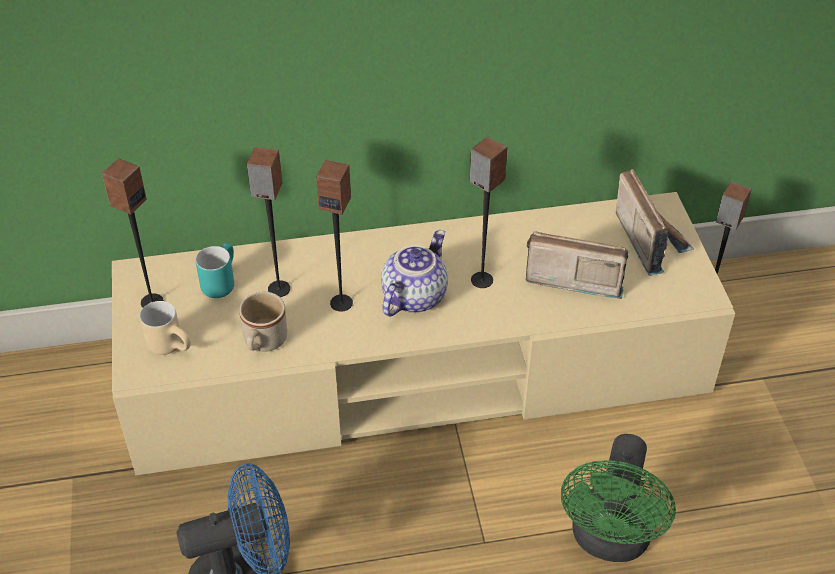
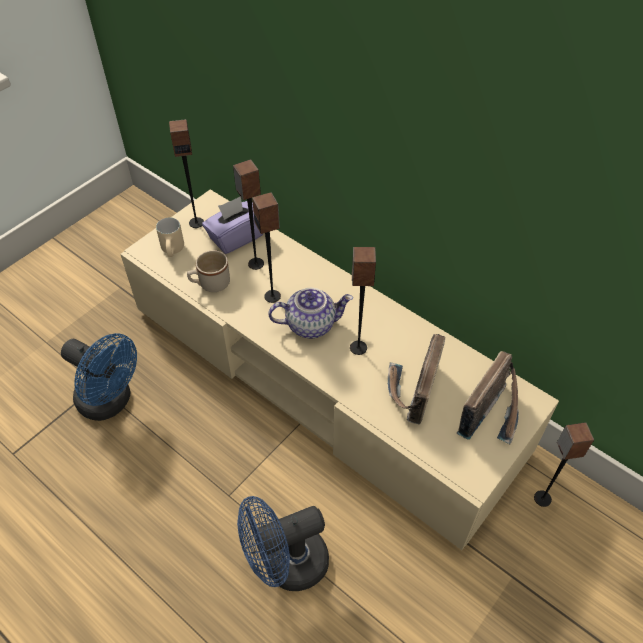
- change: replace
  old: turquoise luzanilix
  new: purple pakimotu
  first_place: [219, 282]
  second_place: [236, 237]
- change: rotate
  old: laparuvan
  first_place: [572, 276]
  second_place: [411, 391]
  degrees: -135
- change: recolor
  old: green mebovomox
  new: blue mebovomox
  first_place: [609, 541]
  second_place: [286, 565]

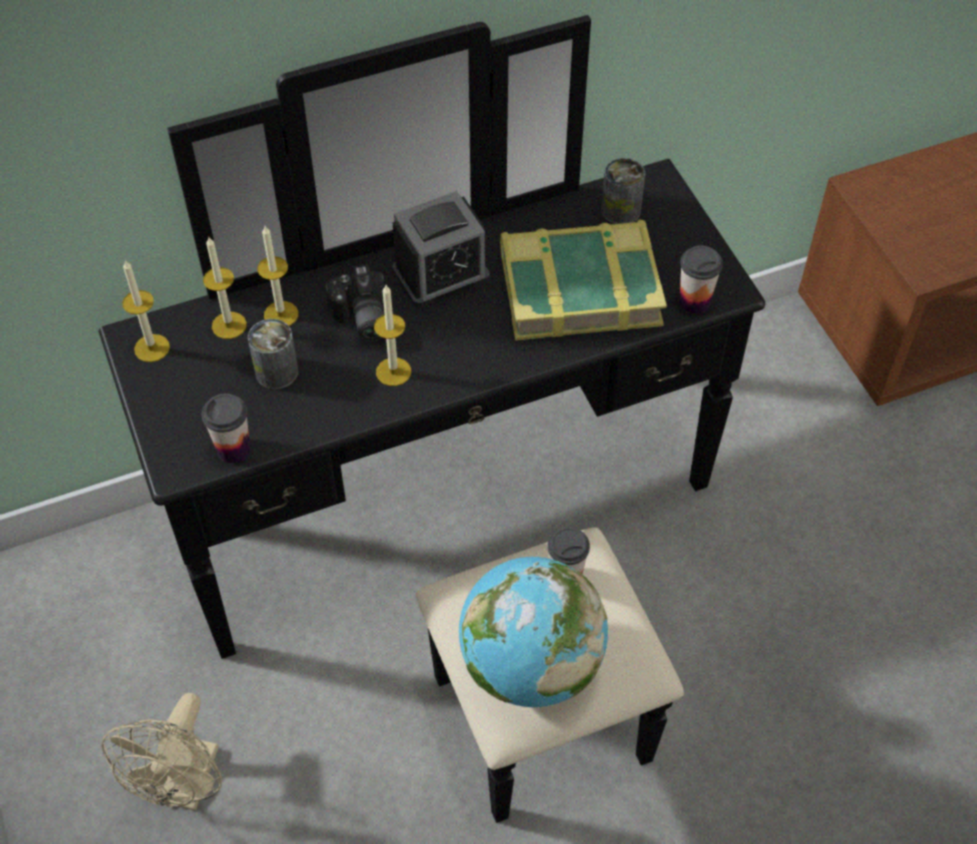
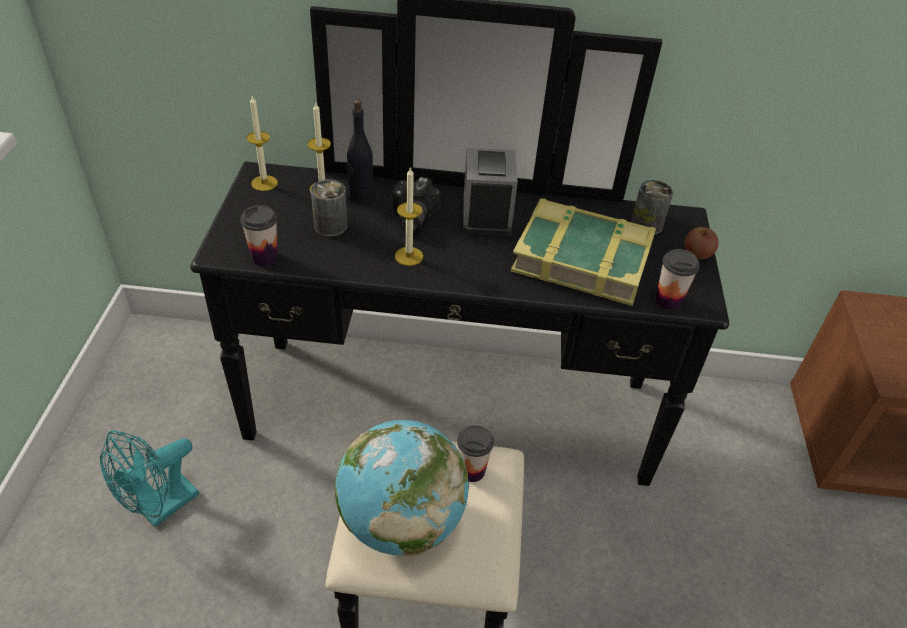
- change: recolor
  old: beige mebovomox
  new: turquoise mebovomox
  first_place: [185, 787]
  second_place: [161, 508]
- change: replace
  old: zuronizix
  new: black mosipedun
  first_place: [281, 314]
  second_place: [360, 196]
- change: rotate
  old: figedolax
  first_place: [441, 274]
  second_place: [486, 214]
  degrees: 90
- change: insert
  new: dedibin
  second_place: [697, 253]

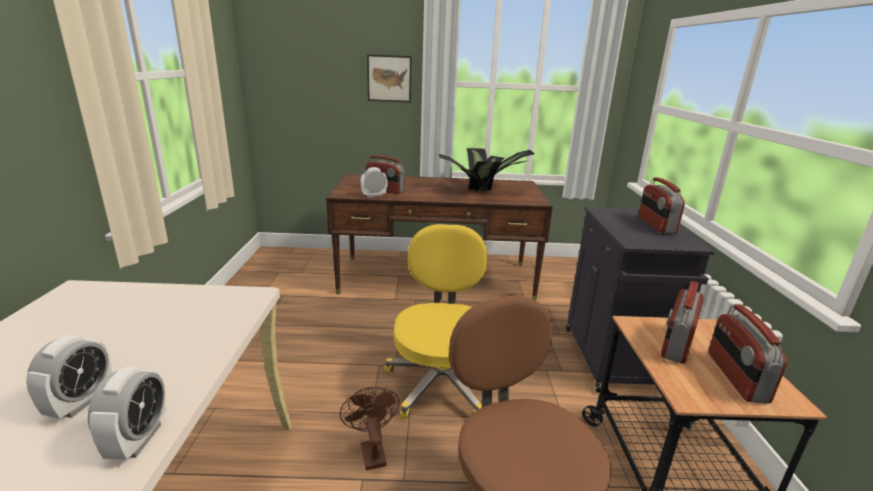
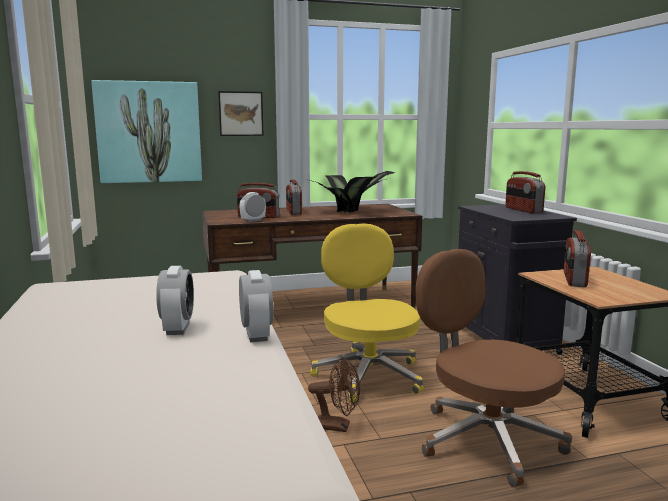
- change: rotate
  old: brown mebovomox
  first_place: [371, 450]
  second_place: [338, 426]
  degrees: 135
- change: move
  old: laparuvan
  first_place: [735, 377]
  second_place: [293, 212]
- change: insert
  new: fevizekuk
  second_place: [149, 132]

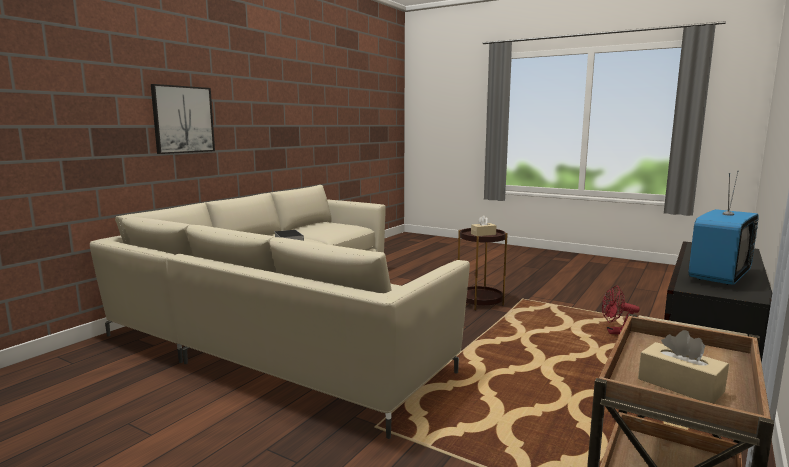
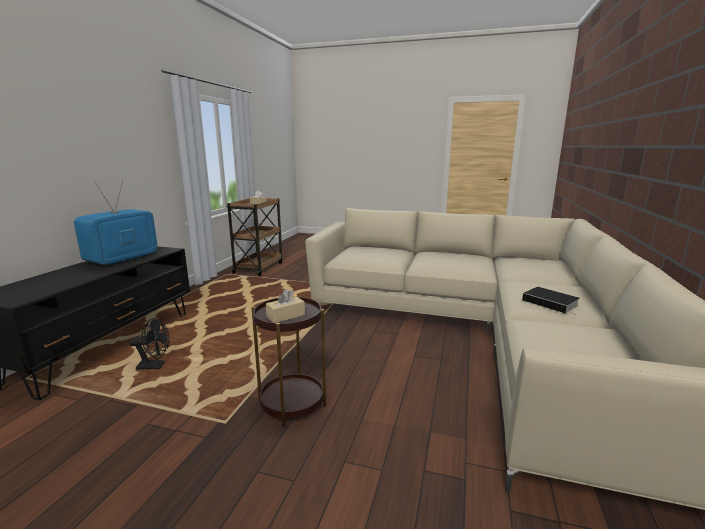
- change: delete
  old: fevizekuk
  first_place: [183, 119]
- change: recolor
  old: red mebovomox
  new: black mebovomox
  first_place: [615, 333]
  second_place: [155, 366]

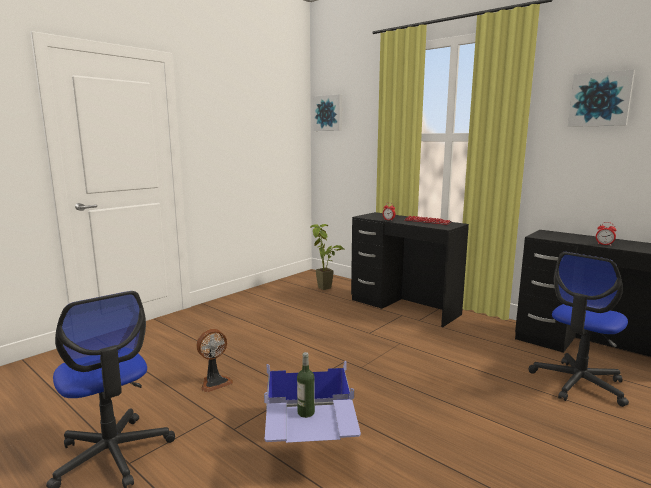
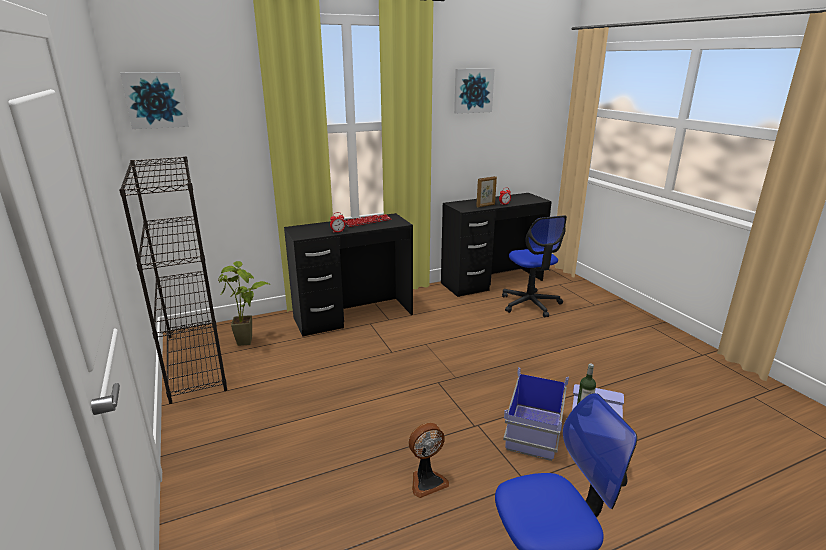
- change: rotate
  old: mebovomox
  first_place: [214, 382]
  second_place: [427, 481]
  degrees: 75
- change: insert
  new: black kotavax
  second_place: [195, 361]
- change: insert
  new: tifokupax
  second_place: [486, 206]

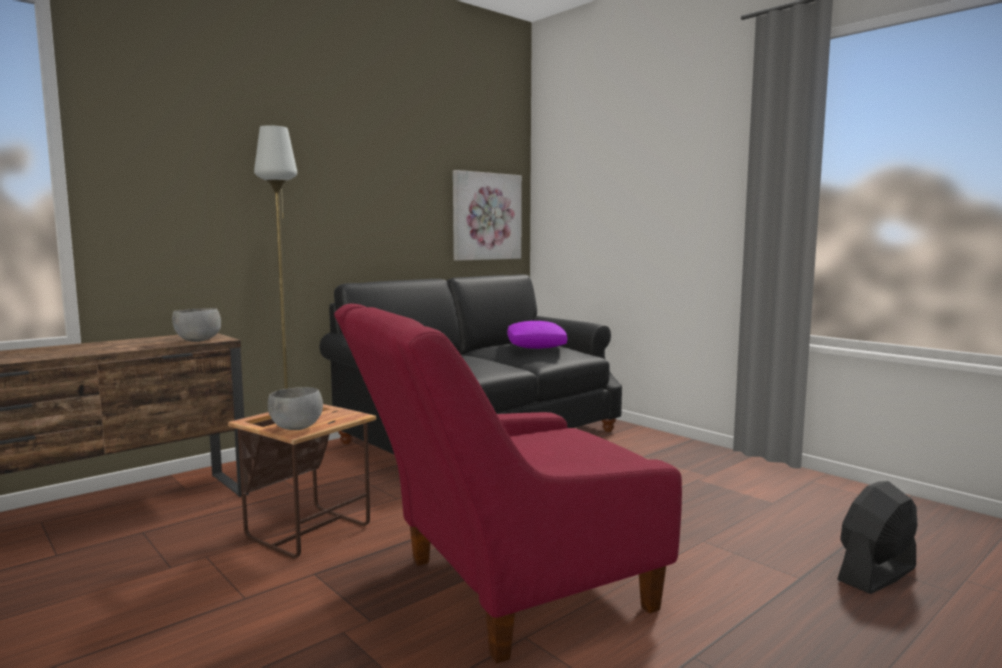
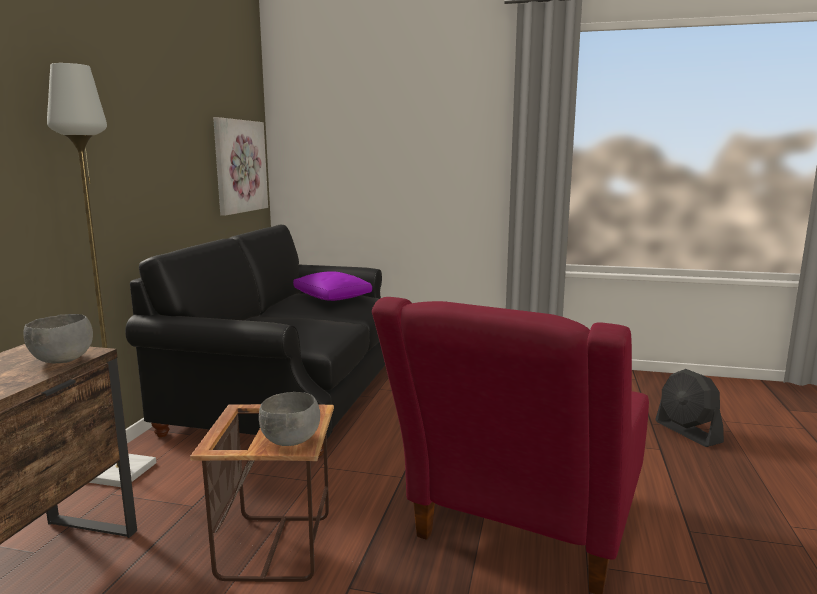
- change: rotate
  old: black mebovomox
  first_place: [876, 574]
  second_place: [688, 432]
  degrees: -45

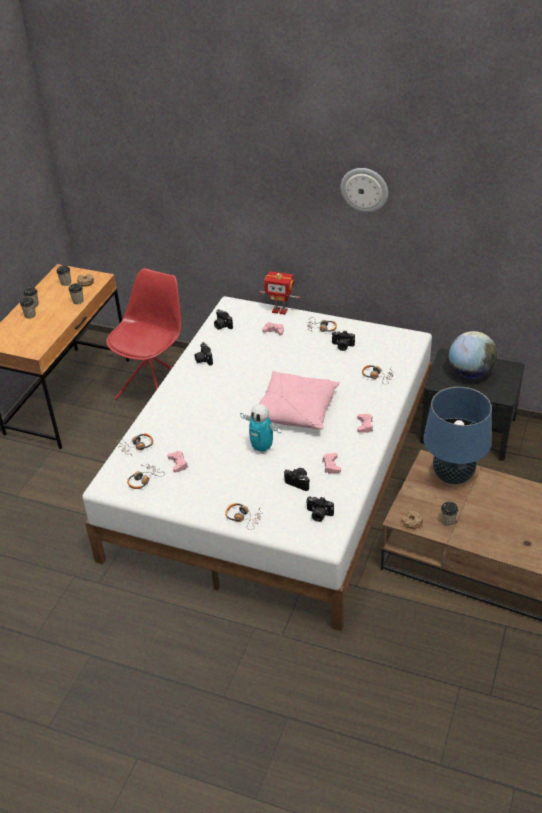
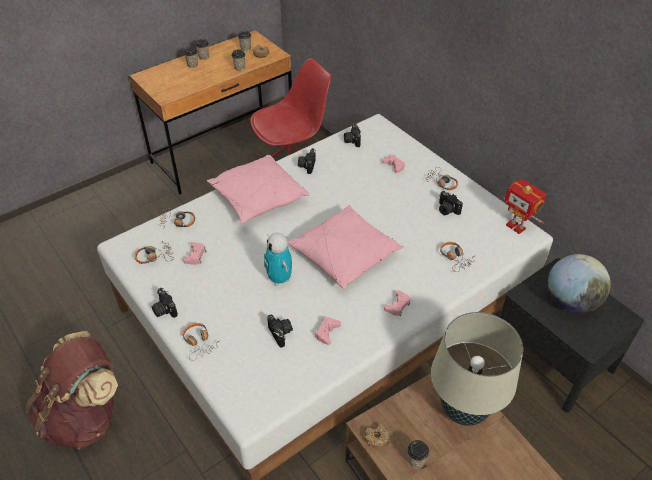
- change: move
  old: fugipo
  first_place: [280, 310]
  second_place: [516, 226]
- change: move
  old: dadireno
  first_place: [318, 514]
  second_place: [164, 310]
- change: delete
  old: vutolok
  first_place: [364, 189]
- change: recolor
  old: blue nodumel
  new: beige nodumel
  first_place: [453, 476]
  second_place: [463, 409]
- change: insert
  new: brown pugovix
  second_place: [85, 416]
- change: insert
  new: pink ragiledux
  second_place: [258, 198]

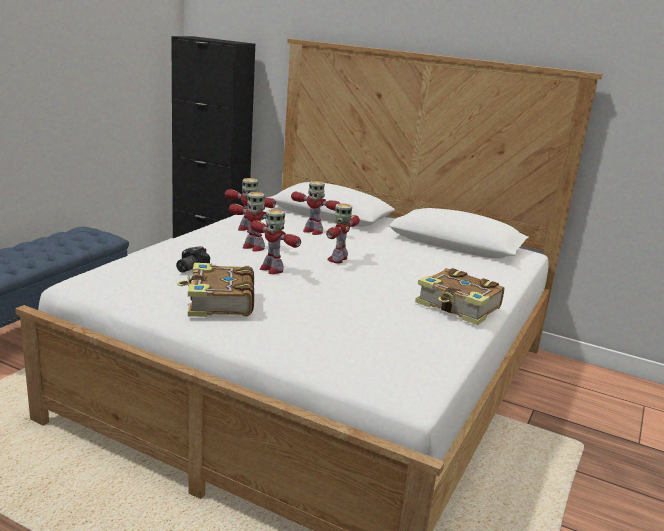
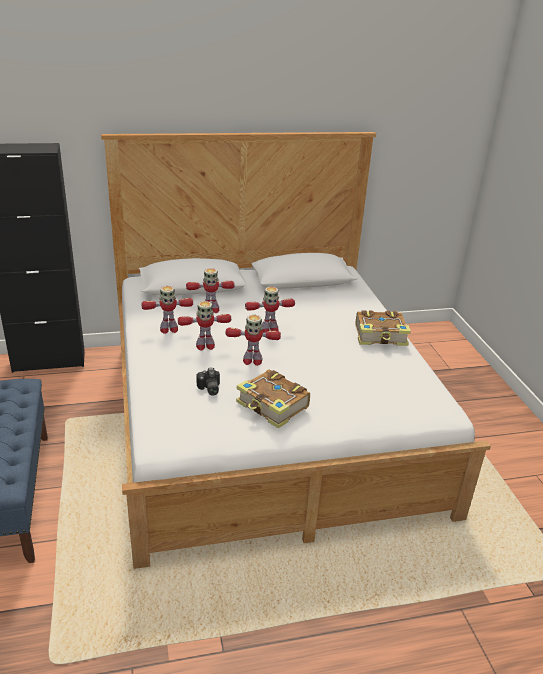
- change: rotate
  old: fugipo
  first_place: [338, 259]
  second_place: [269, 329]
  degrees: -90

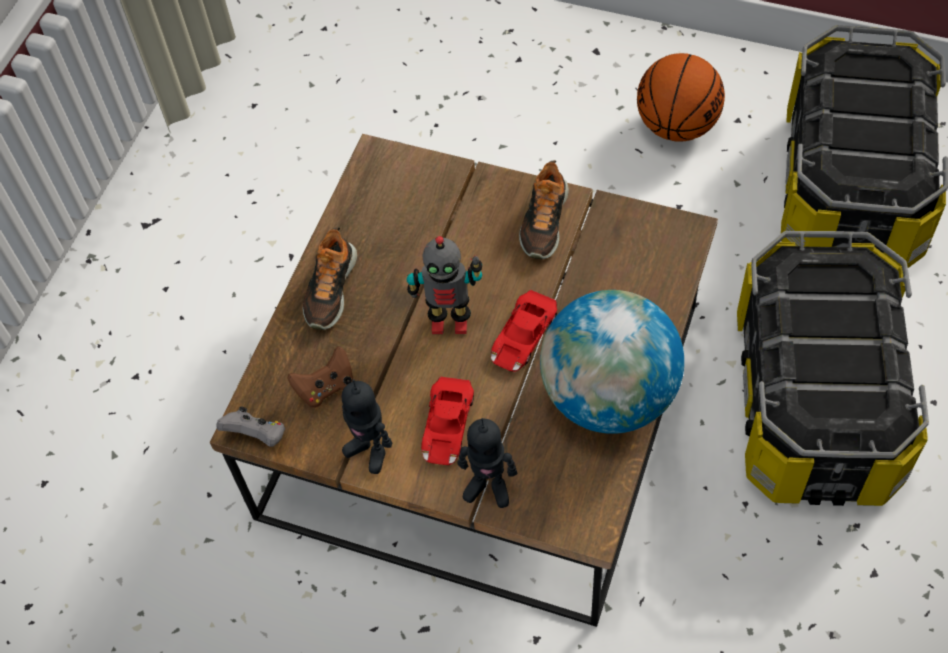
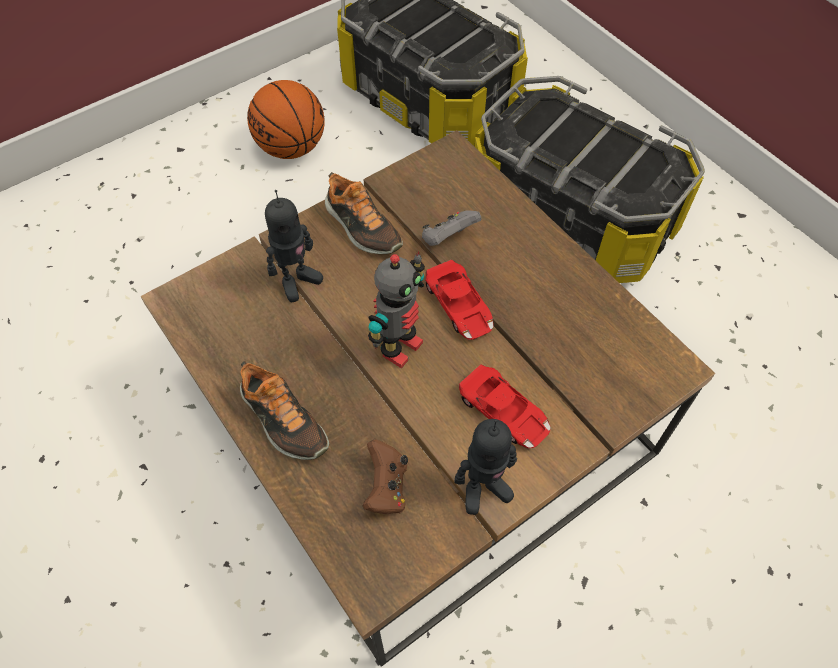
- change: move
  old: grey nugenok
  first_place: [257, 436]
  second_place: [448, 238]
- change: move
  old: fugipo
  first_place: [488, 487]
  second_place: [297, 281]
- change: delete
  old: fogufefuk
  first_place: [609, 396]

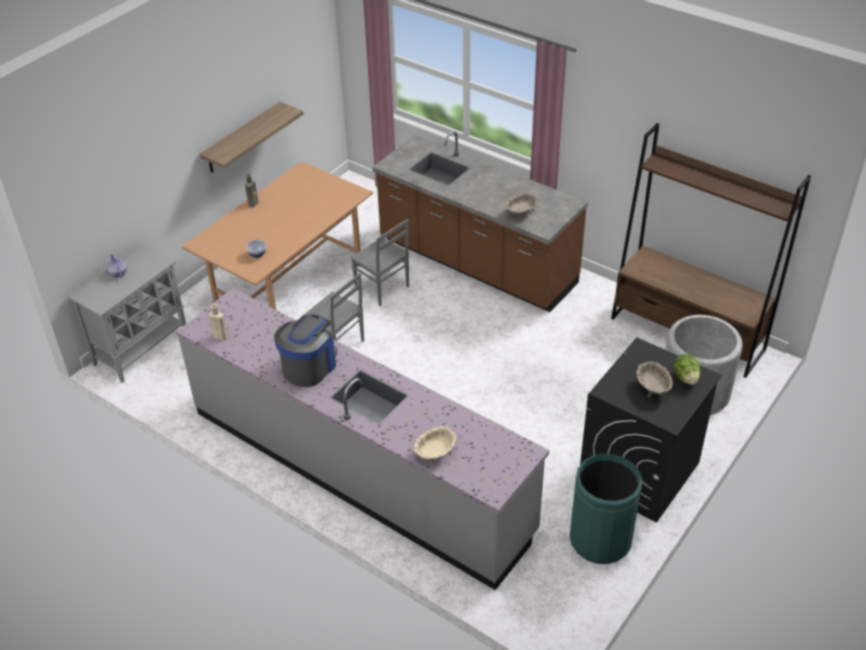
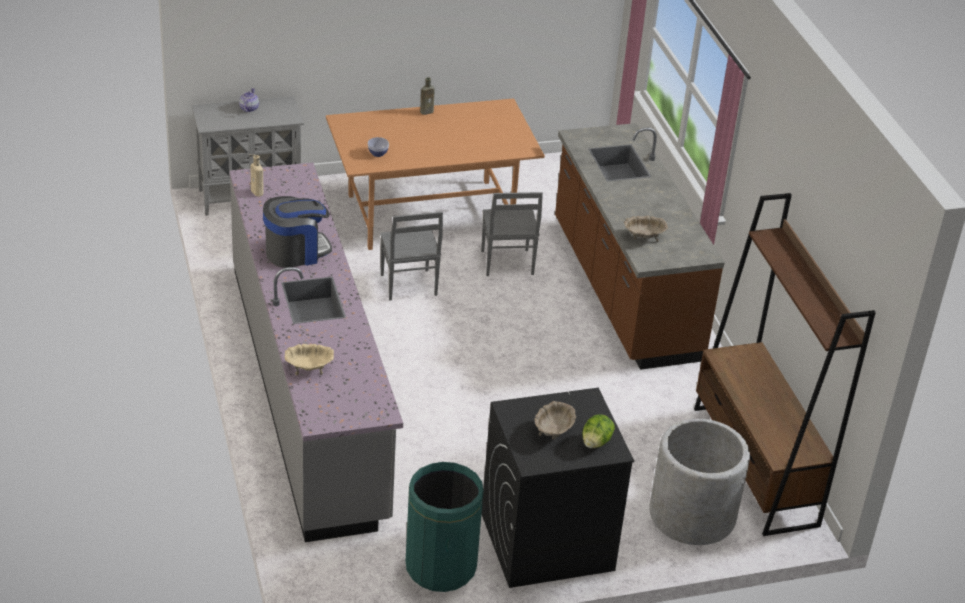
- change: delete
  old: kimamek
  first_place: [242, 138]

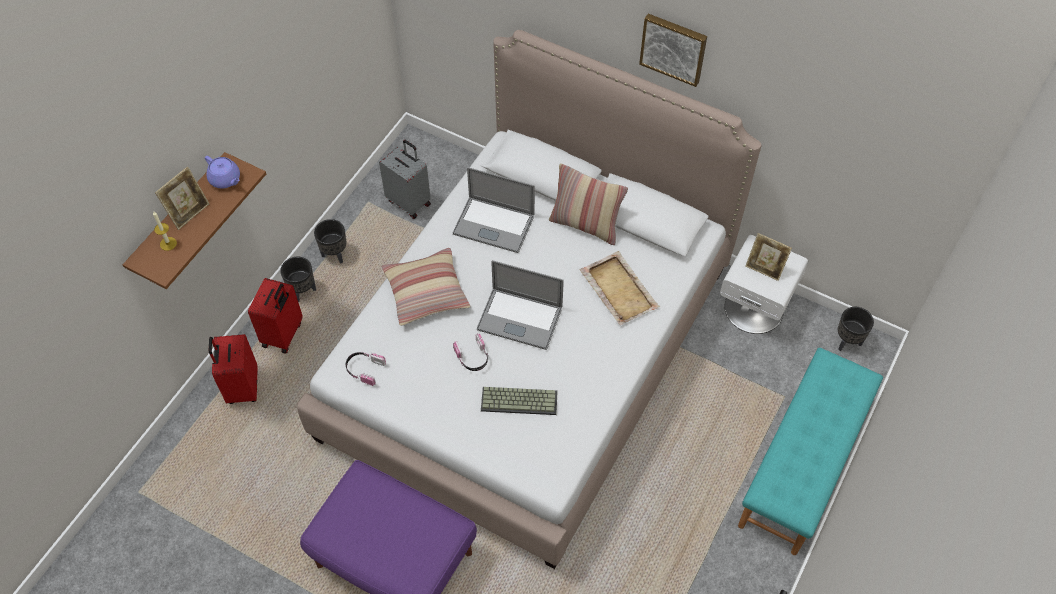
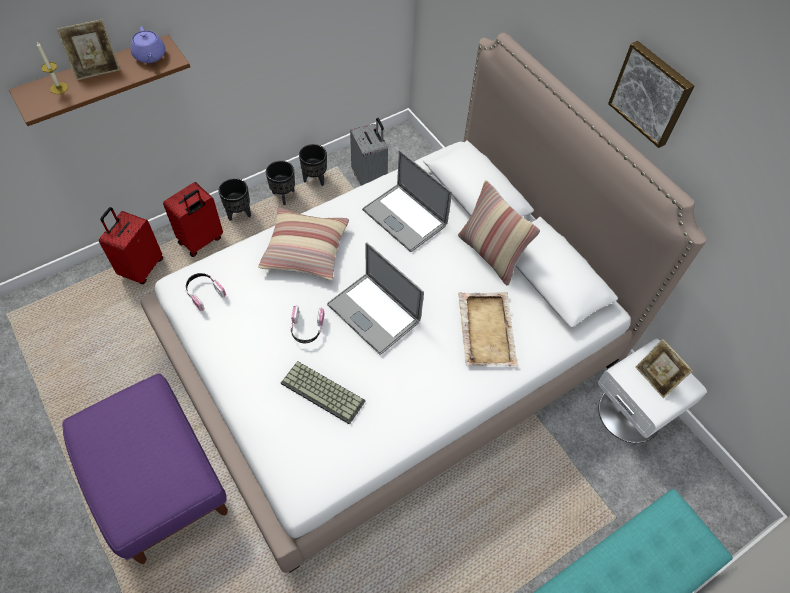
- change: move
  old: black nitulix
  first_place: [848, 342]
  second_place: [315, 179]

